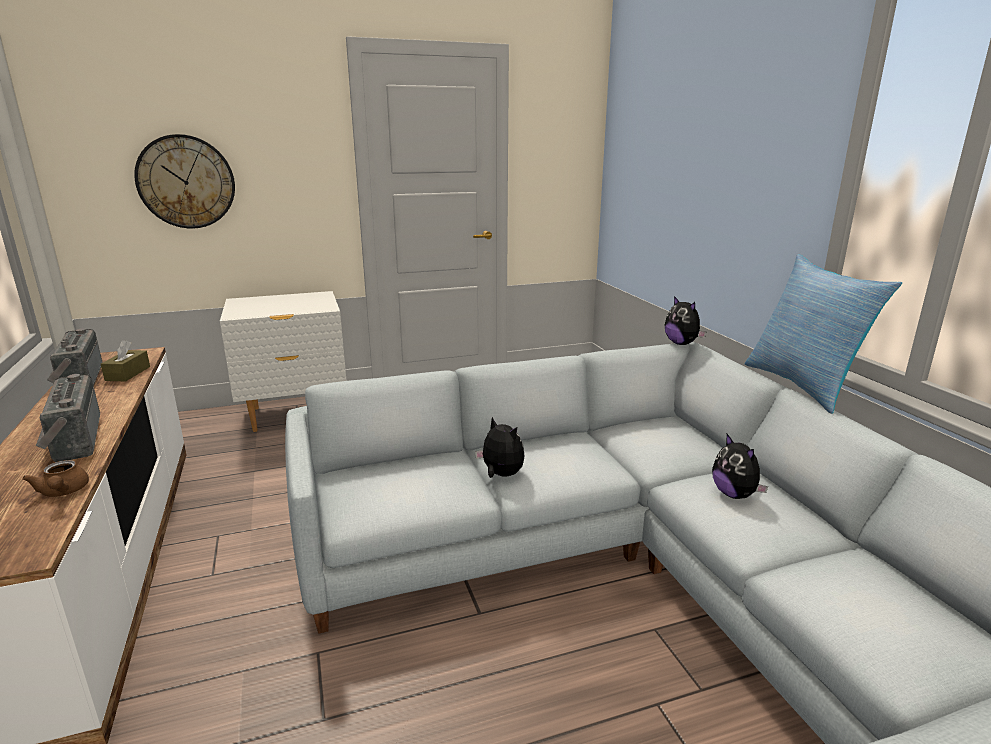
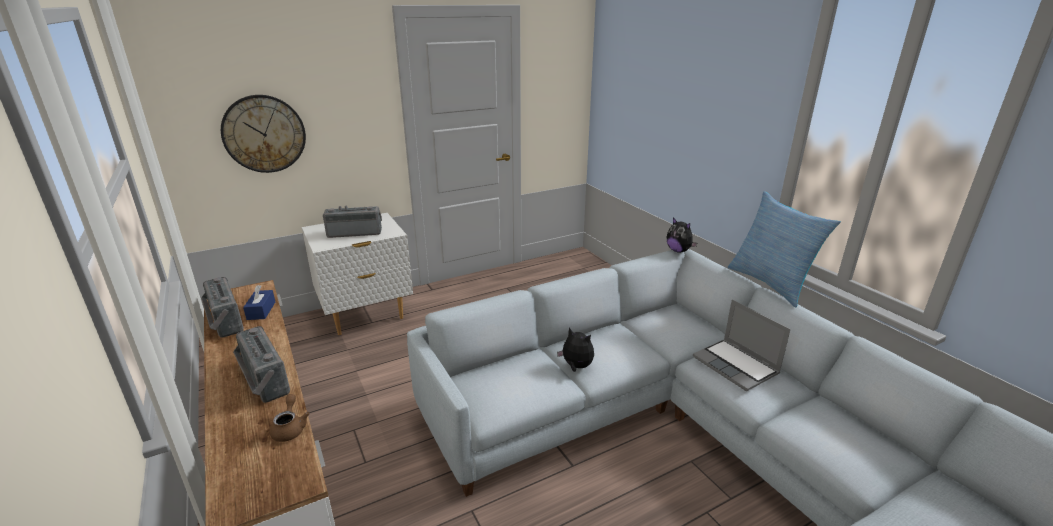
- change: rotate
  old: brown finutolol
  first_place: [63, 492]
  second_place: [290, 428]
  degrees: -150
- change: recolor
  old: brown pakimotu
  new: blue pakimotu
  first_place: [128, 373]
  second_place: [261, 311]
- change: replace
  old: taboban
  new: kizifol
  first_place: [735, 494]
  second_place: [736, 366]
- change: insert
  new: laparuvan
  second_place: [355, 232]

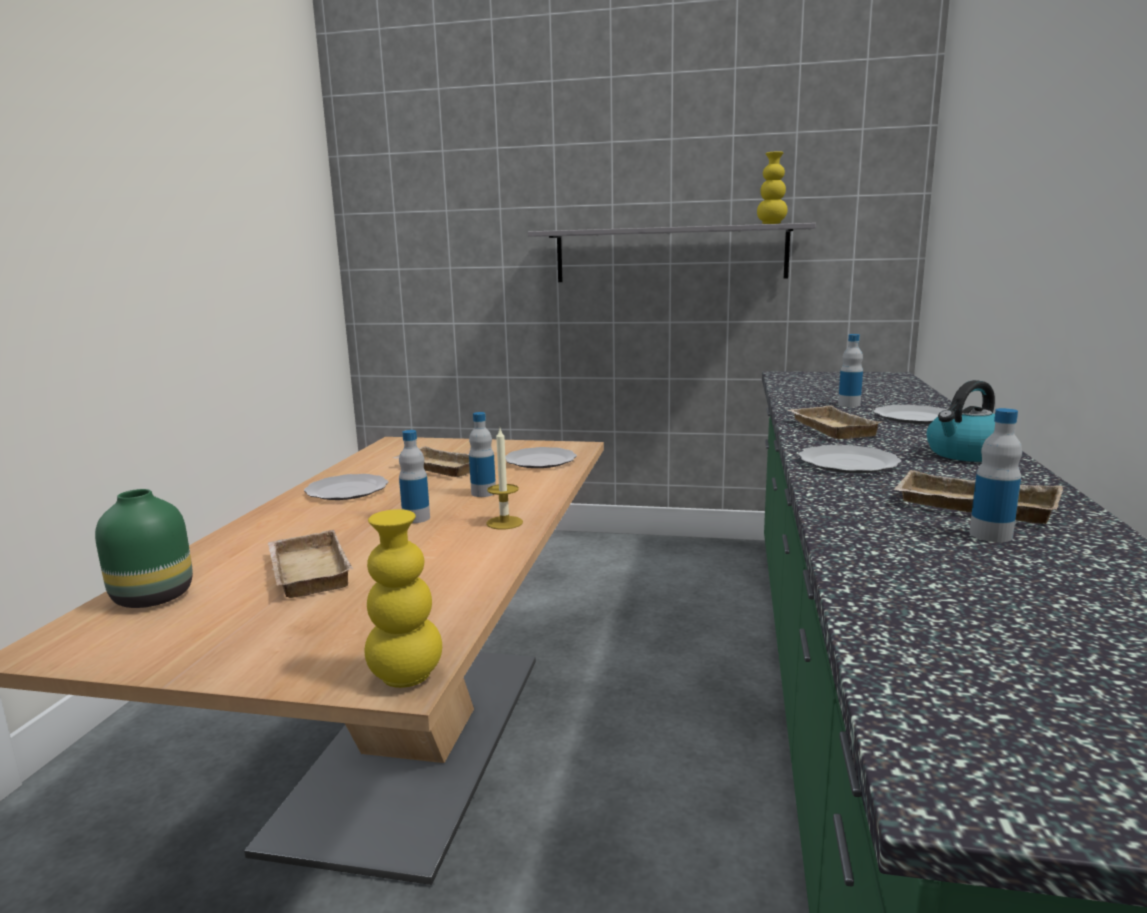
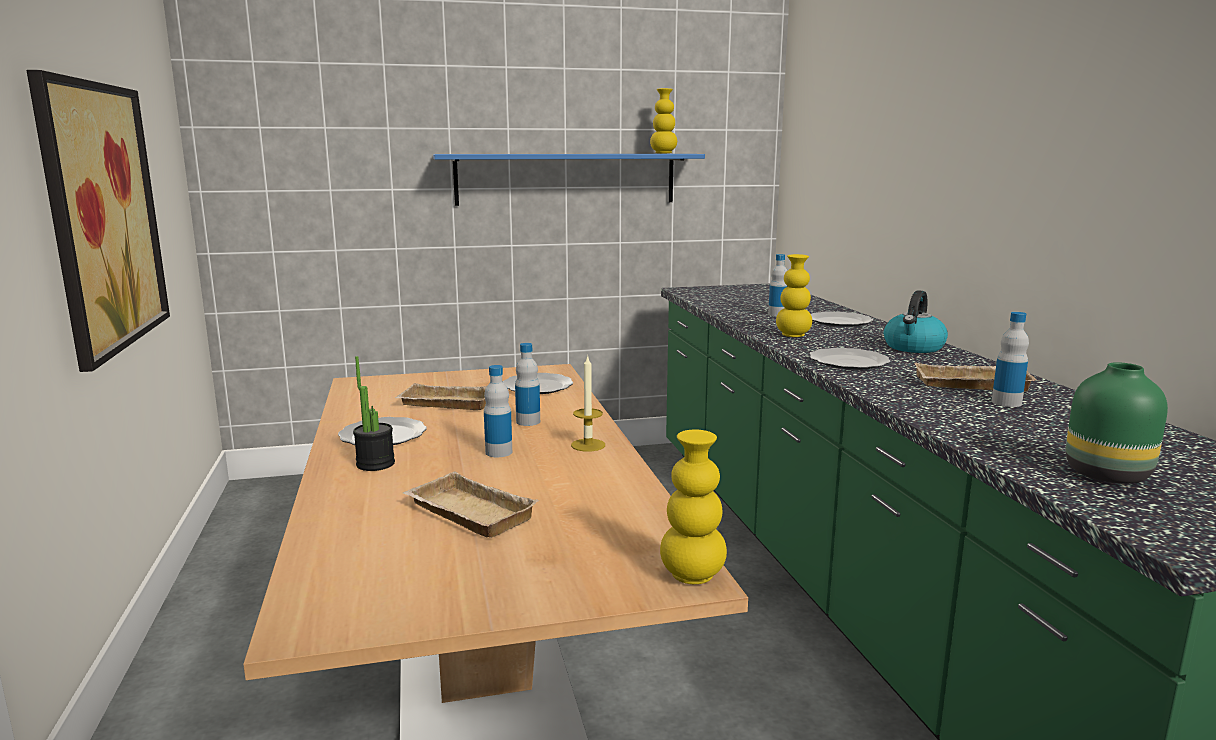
- change: move
  old: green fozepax
  first_place: [154, 596]
  second_place: [1104, 474]
- change: recolor
  old: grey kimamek
  new: blue kimamek
  first_place: [670, 254]
  second_place: [566, 179]
- change: replace
  old: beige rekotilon
  new: yellow fozepax
  first_place: [828, 428]
  second_place: [793, 335]
- change: insert
  new: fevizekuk
  second_place: [103, 216]
- change: insert
  new: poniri
  second_place: [375, 464]

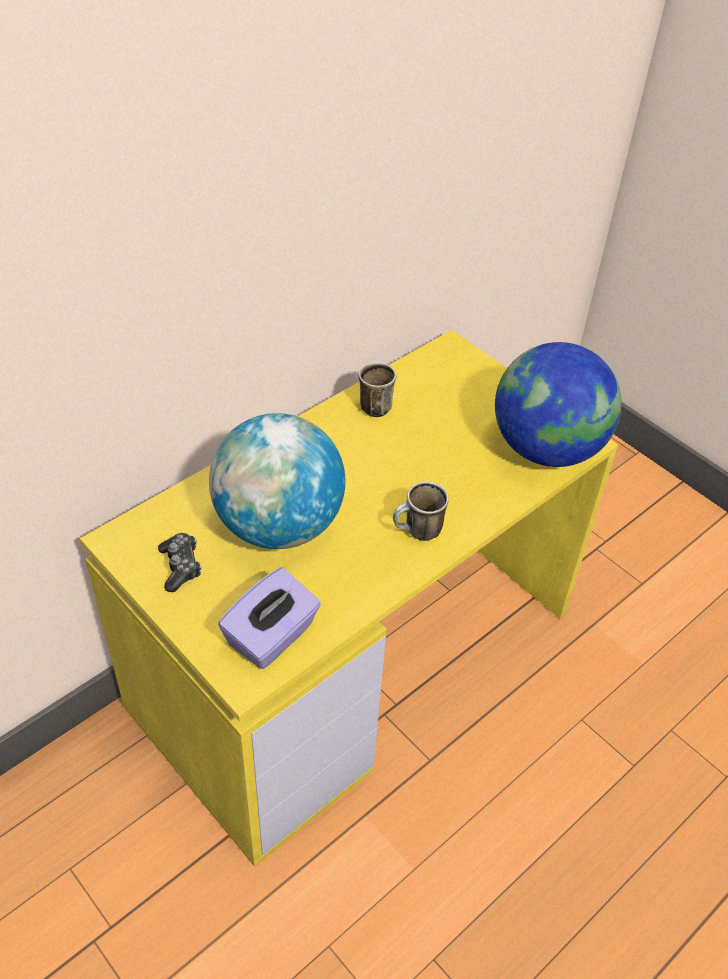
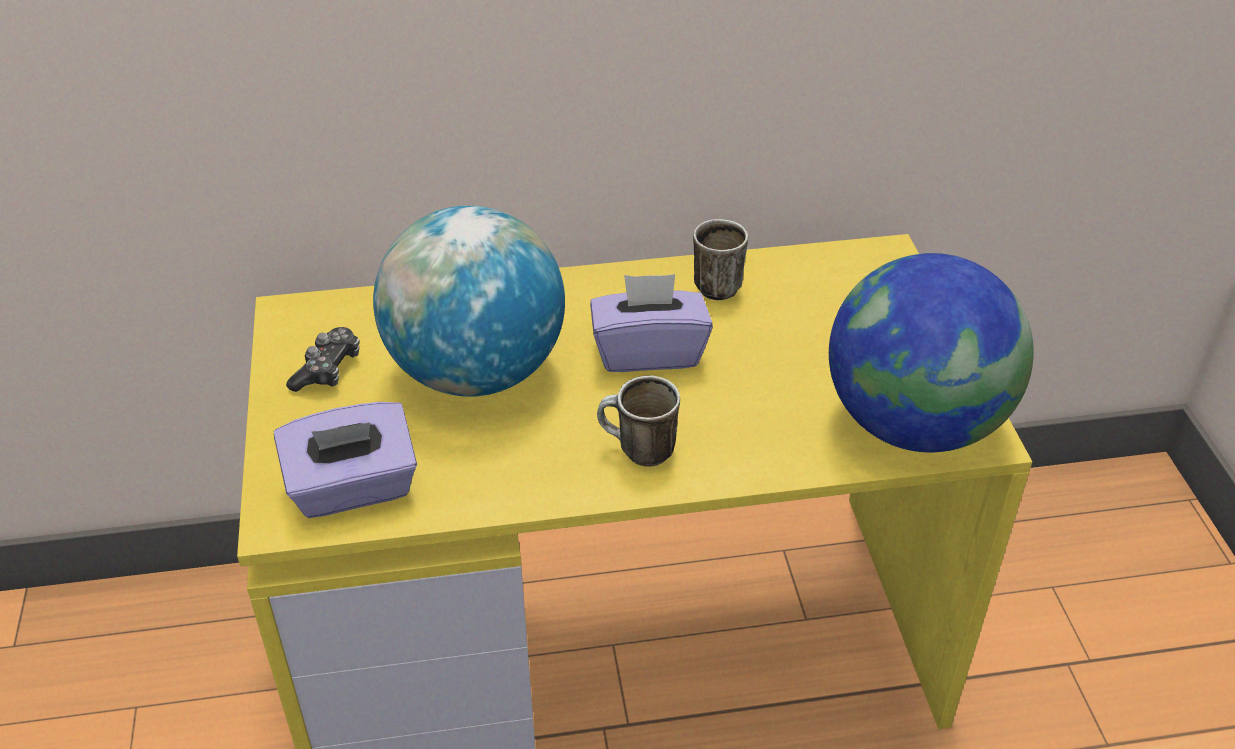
- change: insert
  new: purple pakimotu
  second_place: [648, 352]

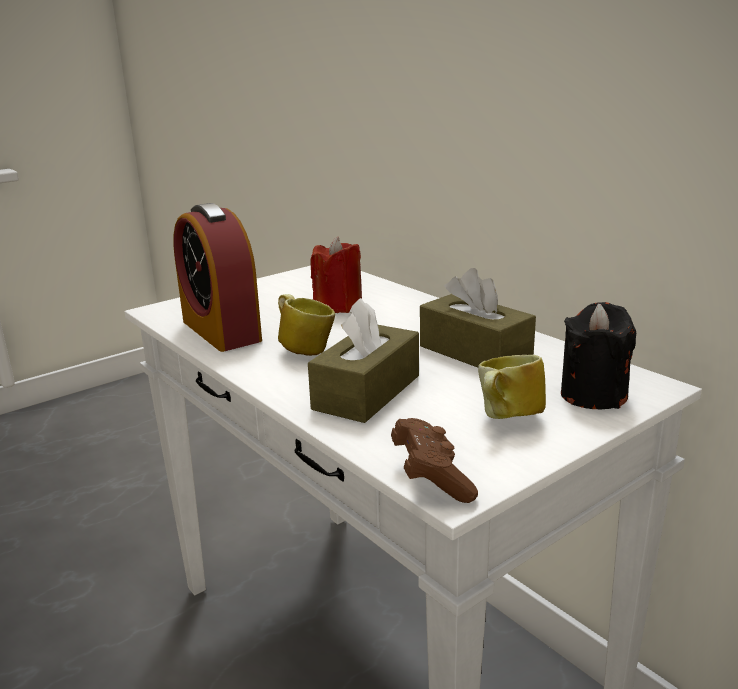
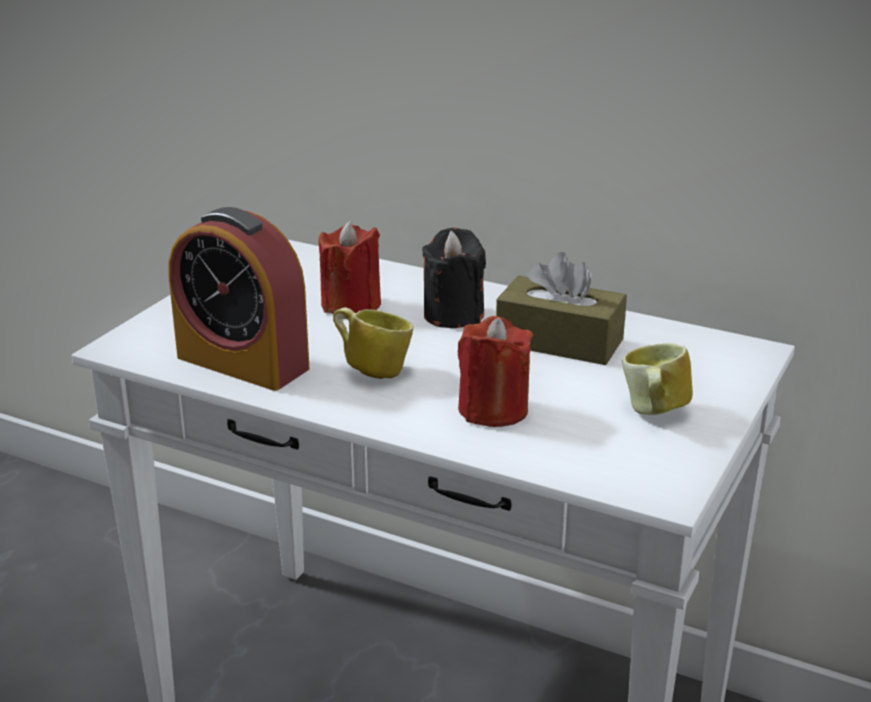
- change: replace
  old: brown pakimotu
  new: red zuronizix
  first_place: [367, 392]
  second_place: [493, 410]
- change: delete
  old: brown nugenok
  first_place: [431, 478]
- change: move
  old: black zuronizix
  first_place: [593, 395]
  second_place: [453, 315]

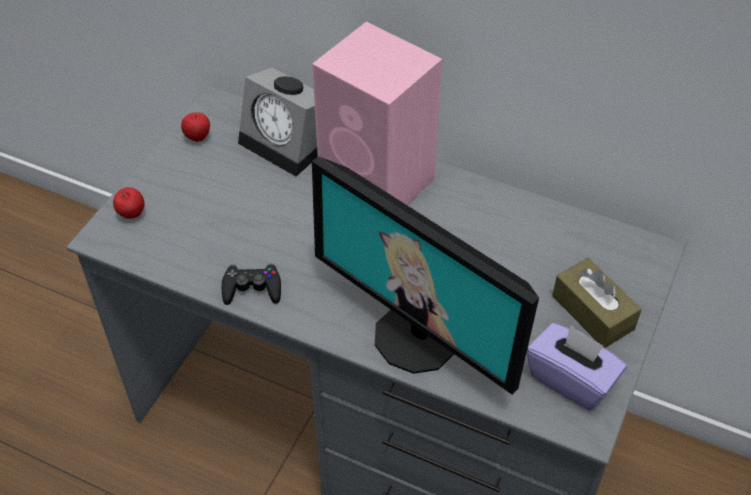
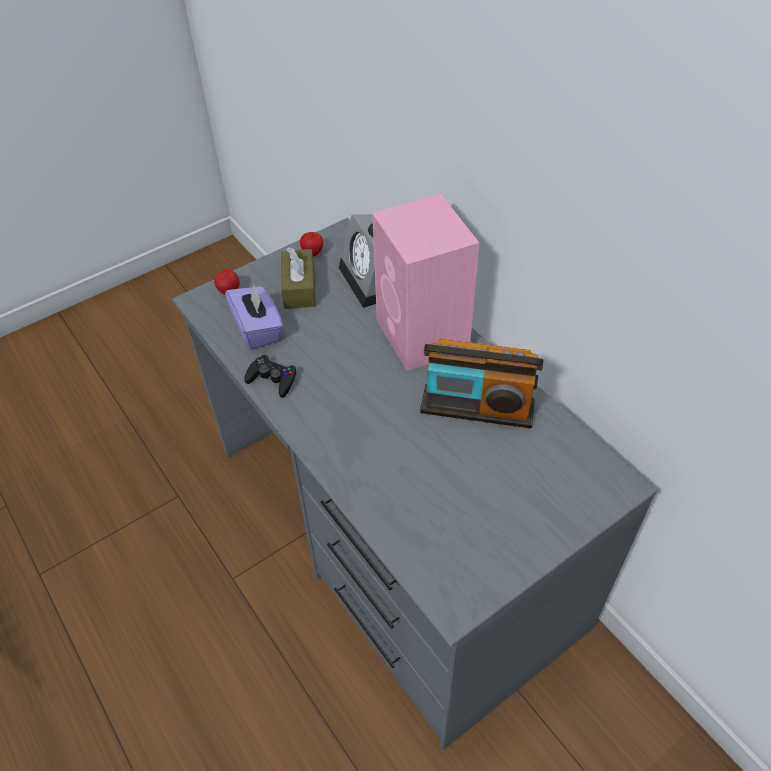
- change: delete
  old: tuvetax
  first_place: [416, 338]
- change: move
  old: purple pakimotu
  first_place: [571, 379]
  second_place: [258, 329]
- change: move
  old: brown pakimotu
  first_place: [592, 312]
  second_place: [299, 288]
- change: insert
  new: laparuvan
  second_place: [477, 407]

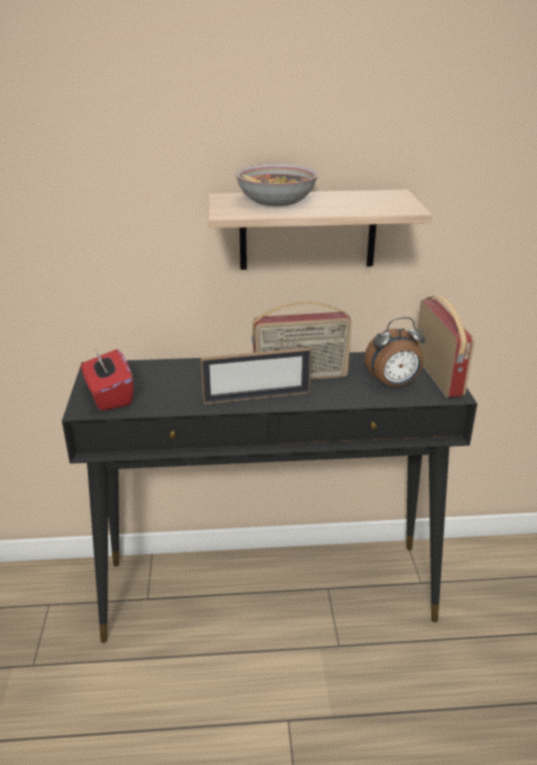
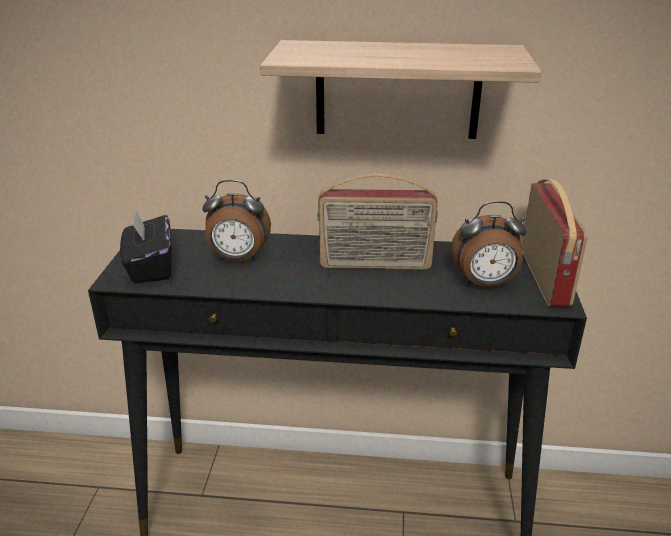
- change: recolor
  old: red pakimotu
  new: black pakimotu
  first_place: [109, 396]
  second_place: [150, 267]
- change: delete
  old: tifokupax
  first_place: [257, 397]
- change: delete
  old: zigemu
  first_place: [276, 201]
- change: insert
  new: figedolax
  second_place: [238, 259]

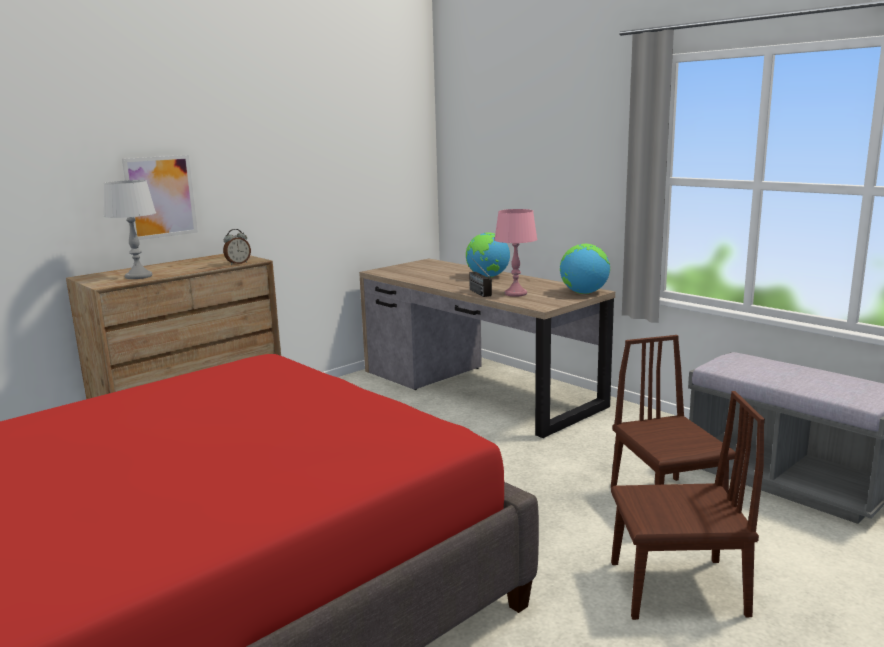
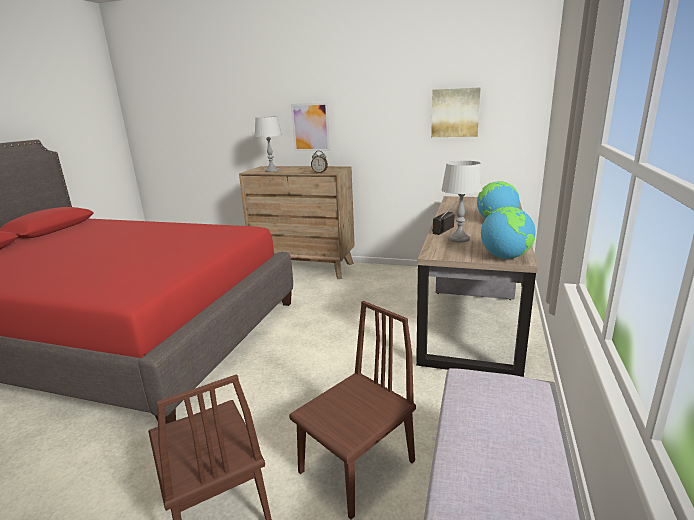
- change: recolor
  old: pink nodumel
  new: grey nodumel
  first_place: [515, 293]
  second_place: [459, 239]
- change: insert
  new: fevizekuk
  second_place: [455, 113]

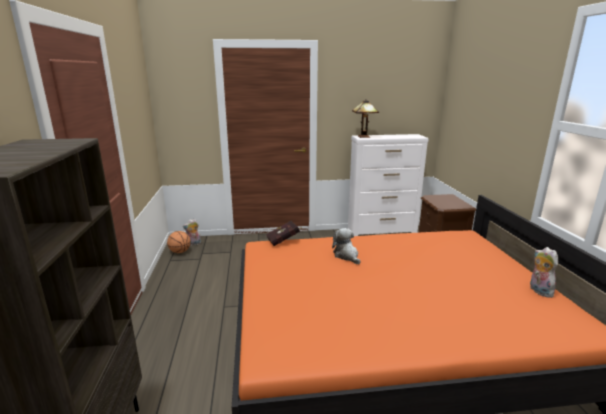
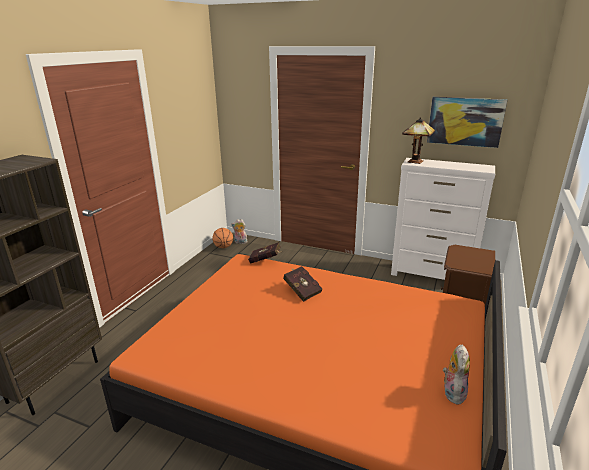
- change: replace
  old: taboban
  new: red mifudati
  first_place: [346, 255]
  second_place: [301, 290]
- change: insert
  new: fevizekuk
  second_place: [465, 121]

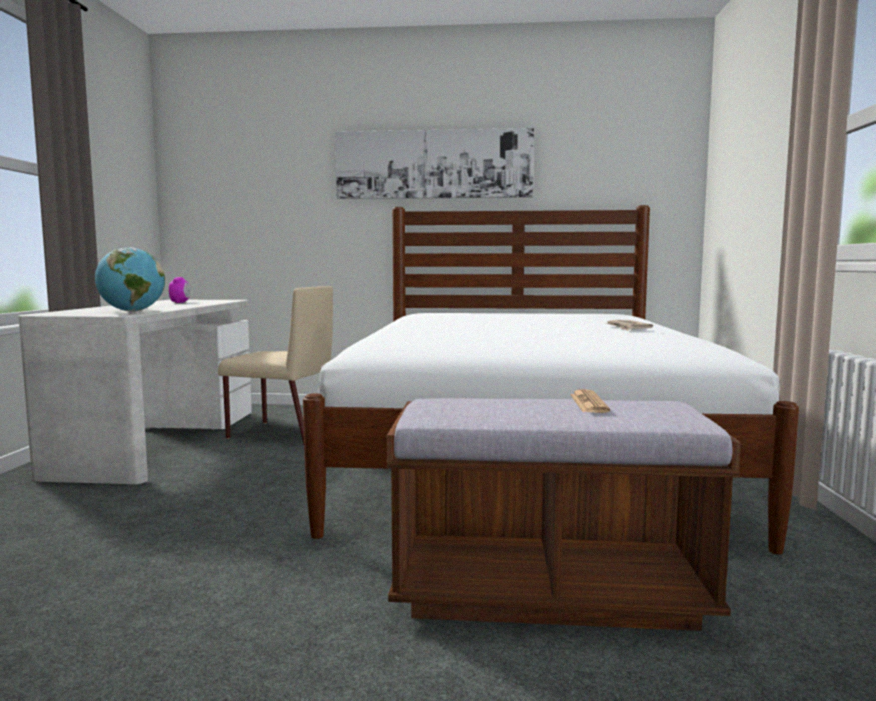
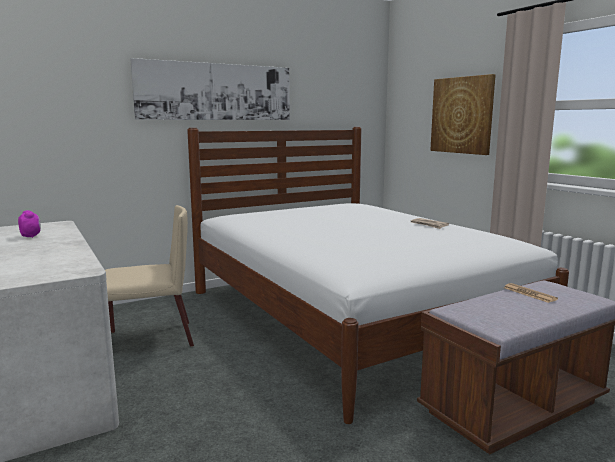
- change: delete
  old: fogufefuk
  first_place: [132, 311]
- change: insert
  new: fevizekuk
  second_place: [462, 115]

